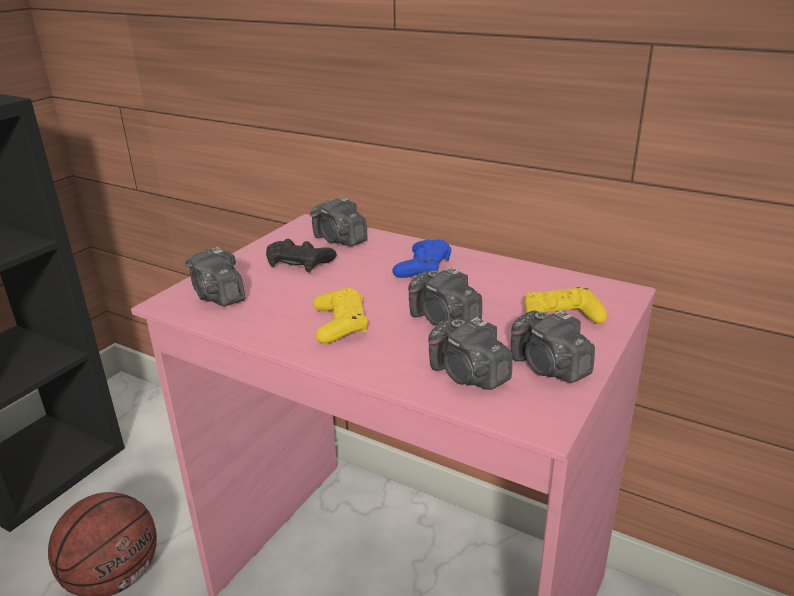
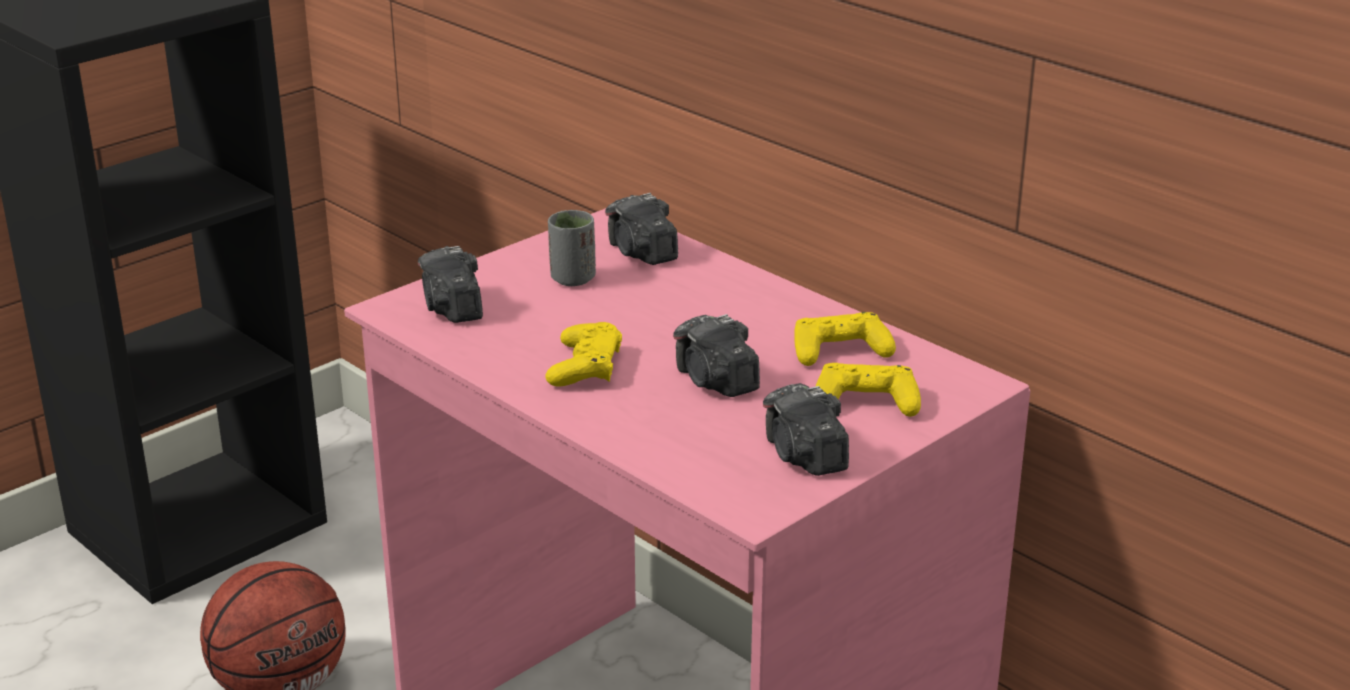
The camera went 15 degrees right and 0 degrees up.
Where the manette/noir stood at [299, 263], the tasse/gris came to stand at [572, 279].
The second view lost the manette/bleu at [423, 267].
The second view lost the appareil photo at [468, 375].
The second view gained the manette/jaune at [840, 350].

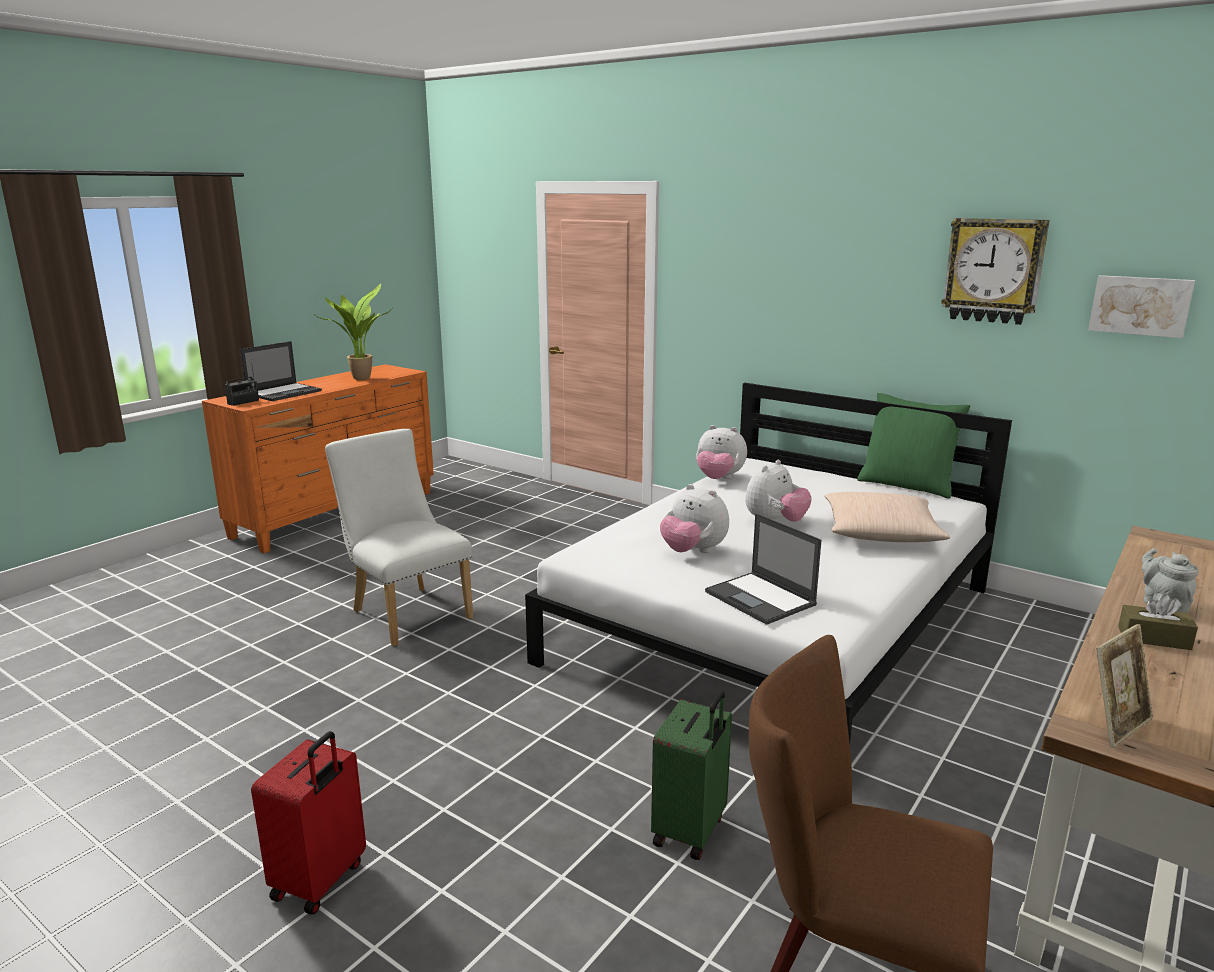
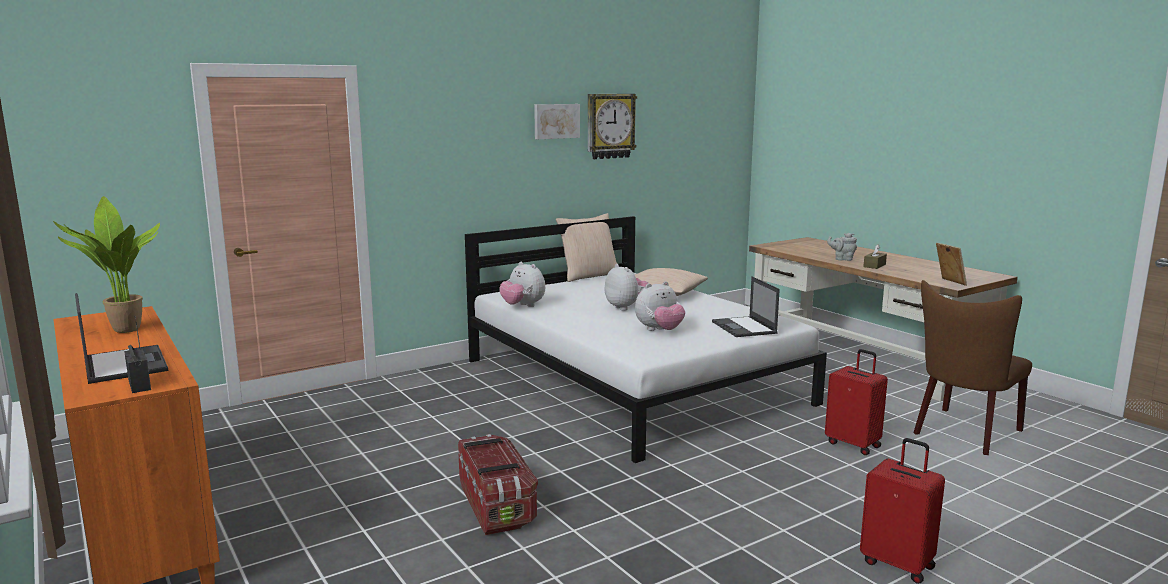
The camera went 70 degrees left and 5 degrees down.
The tableau ended up elsewhere, having gone from [1140, 305] to [556, 121].
What was the coussin/vert at [907, 485] turned into the coussin/beige at [589, 276].
The peluche at [719, 479] ended up facing another way, 90 degrees clockwise from before.
Where the chaise/blanc stood at [406, 612], the boîte de rangement came to stand at [496, 505].
The ordinateur portable at [761, 599] ended up facing another way, 90 degrees clockwise from before.
What was the valise/vert at [691, 831] turned into the valise/rouge at [853, 444].

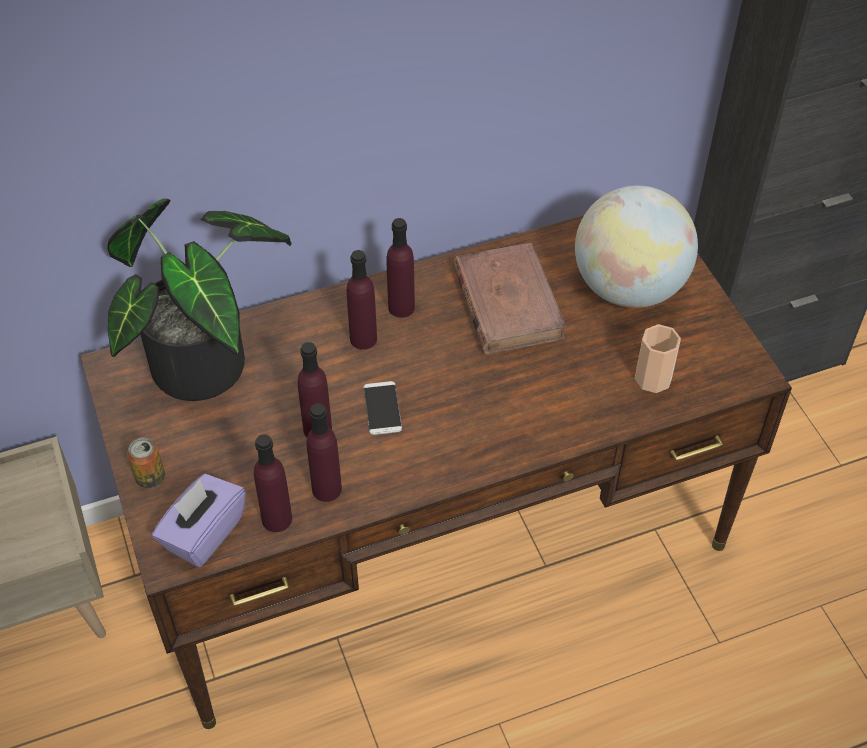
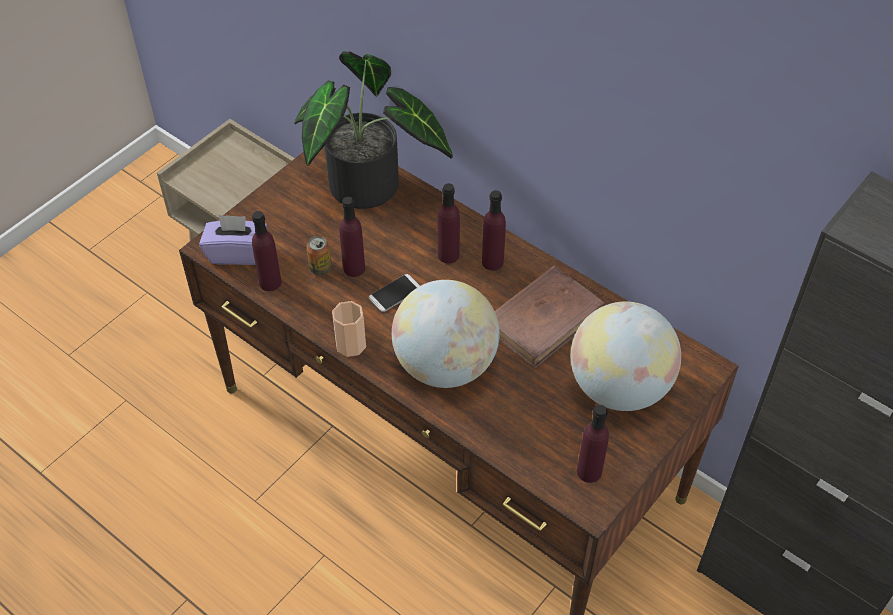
The camera went 60 degrees right and 0 degrees up.
The tasse ended up elsewhere, having gone from [653, 378] to [351, 344].
The bouteille/violet ended up elsewhere, having gone from [327, 489] to [589, 471].
The boîte métallique ended up elsewhere, having gone from [150, 477] to [320, 268].
The second view gained the globe at [445, 365].

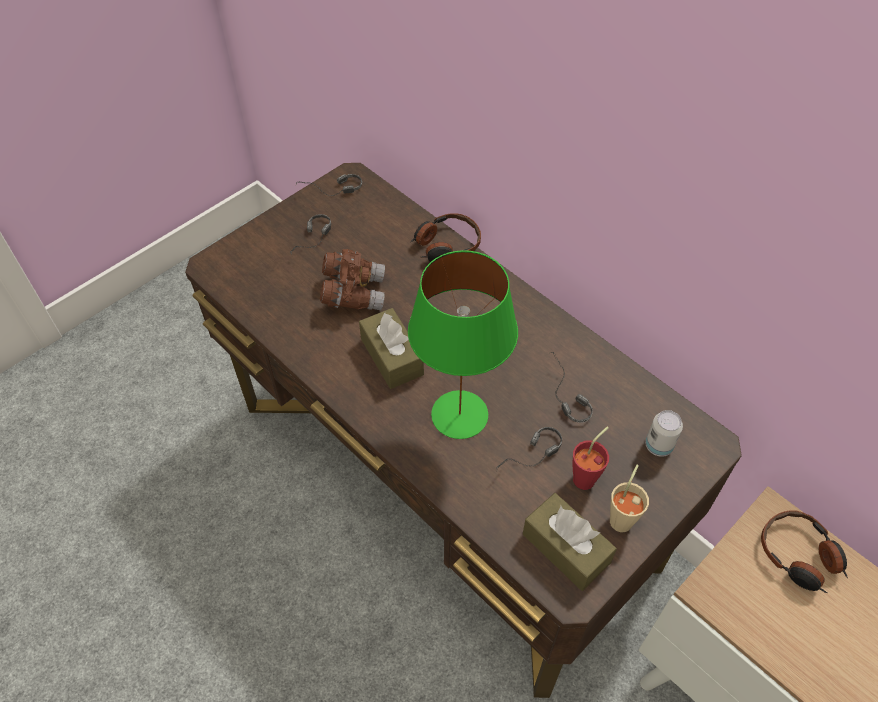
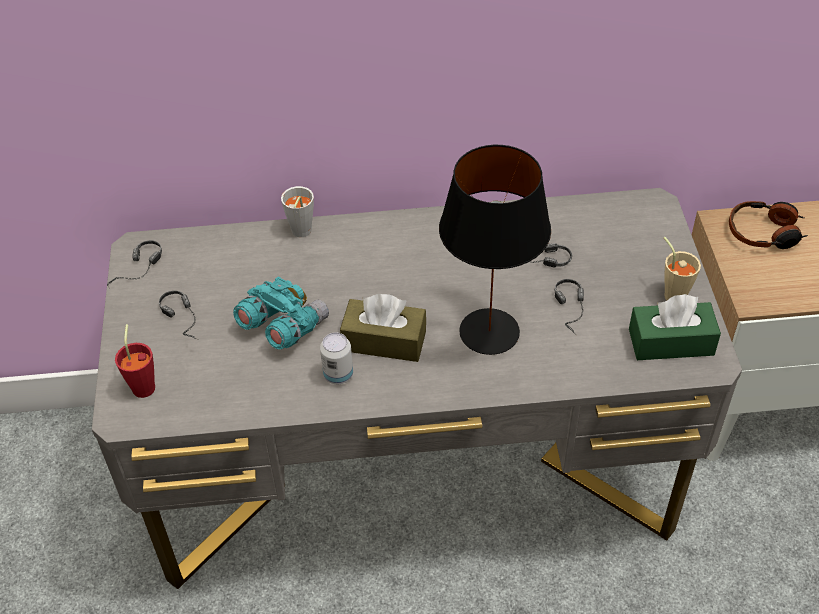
The camera went 50 degrees left and 5 degrees down.
What was the bureau/marron at [441, 482] turned into the bureau/gris at [414, 475].
Where the casque audio stood at [446, 245], the tasse/gris came to stand at [300, 233].
What was the jumelles/marron at [353, 292] turned into the jumelles/turquoise at [282, 326].
What was the lampe de table/vert at [460, 413] turned into the lampe de table/noir at [489, 330].
The boîte métallique ended up elsewhere, having gone from [658, 446] to [338, 375].
The tasse/rouge ended up elsewhere, having gone from [587, 476] to [144, 384].
What was the boîte à mouchoirs/marron at [566, 548] turned into the boîte à mouchoirs/vert at [671, 342].

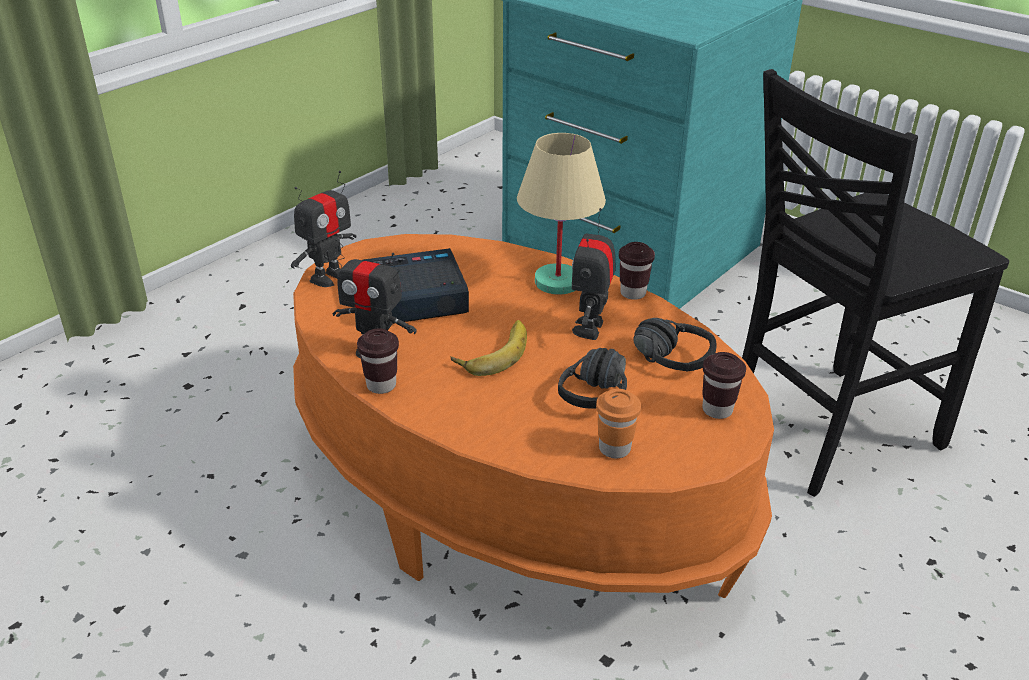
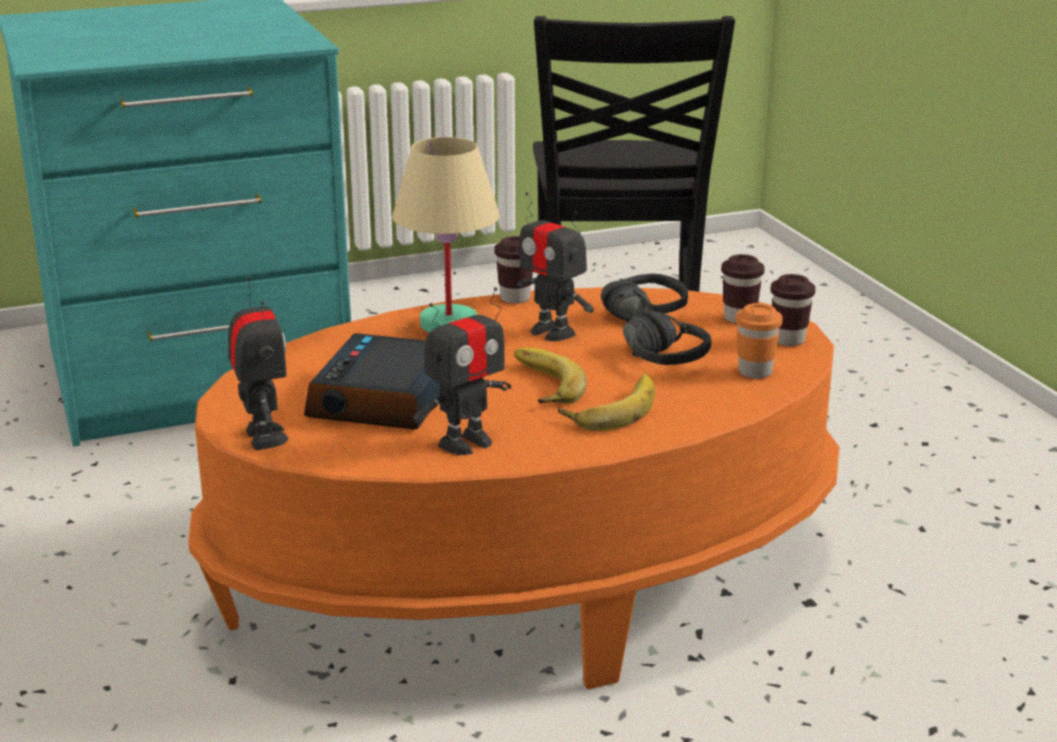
The camera went 60 degrees left and 10 degrees down.
The tasse/marron ended up elsewhere, having gone from [381, 385] to [788, 340].
The second view gained the banane at [610, 408].

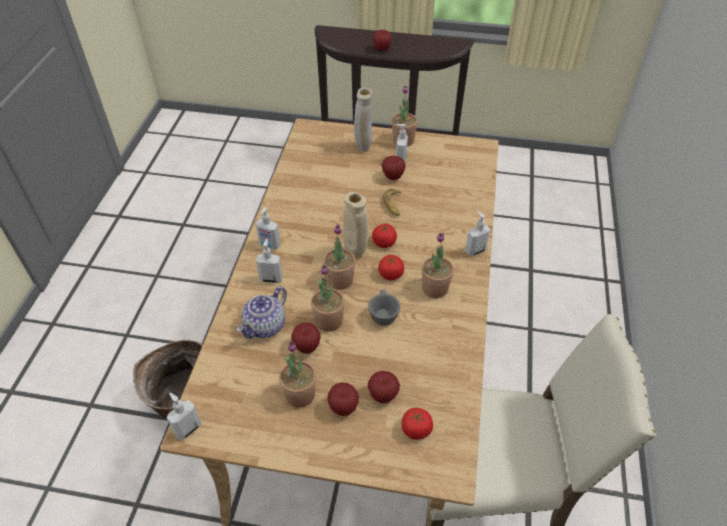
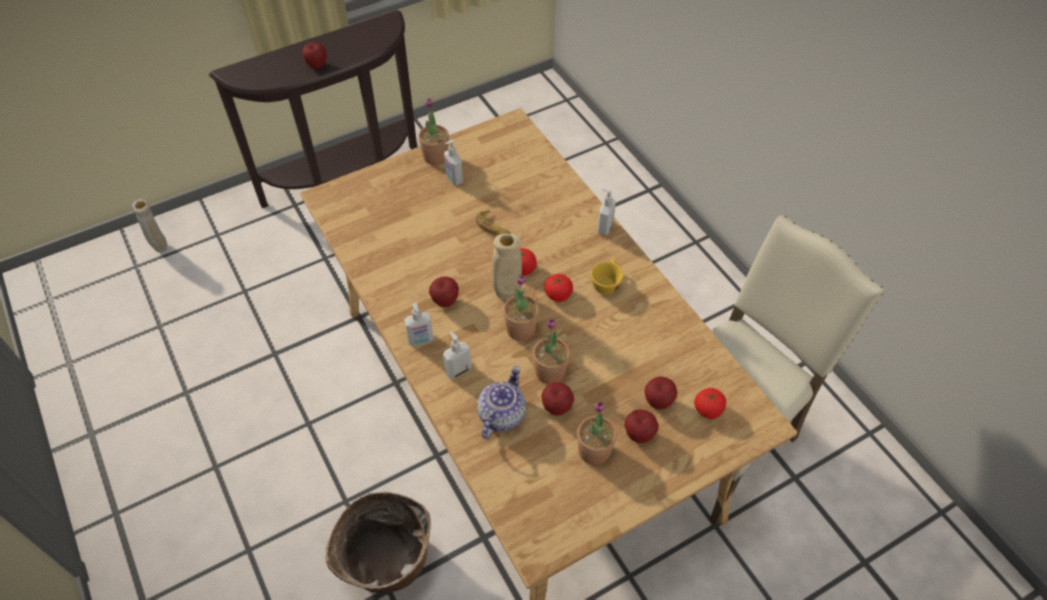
The camera went 40 degrees left and 5 degrees up.
The vase/beige ended up elsewhere, having gone from [363, 147] to [160, 248].
The pomme ended up elsewhere, having gone from [393, 177] to [445, 301].
Where the plante en pot stood at [435, 288], the tasse/jaune came to stand at [606, 283].
The théière at [266, 325] ended up facing another way, 150 degrees counterclockwise from before.
The second view lost the tasse/gris at [383, 314].
The second view lost the distributeur de savon at [187, 429].

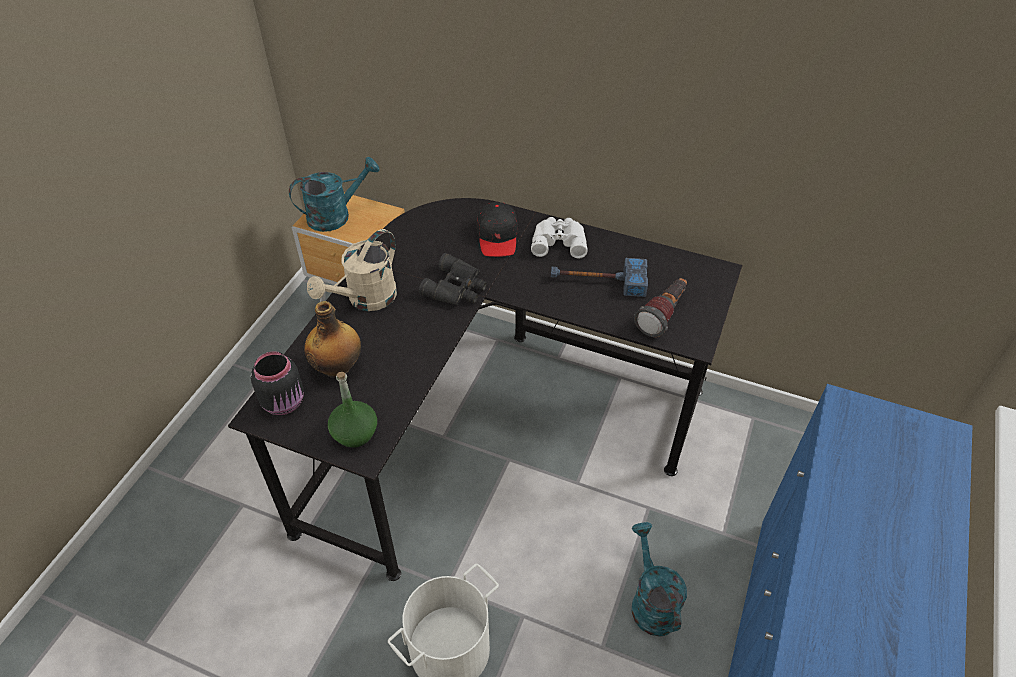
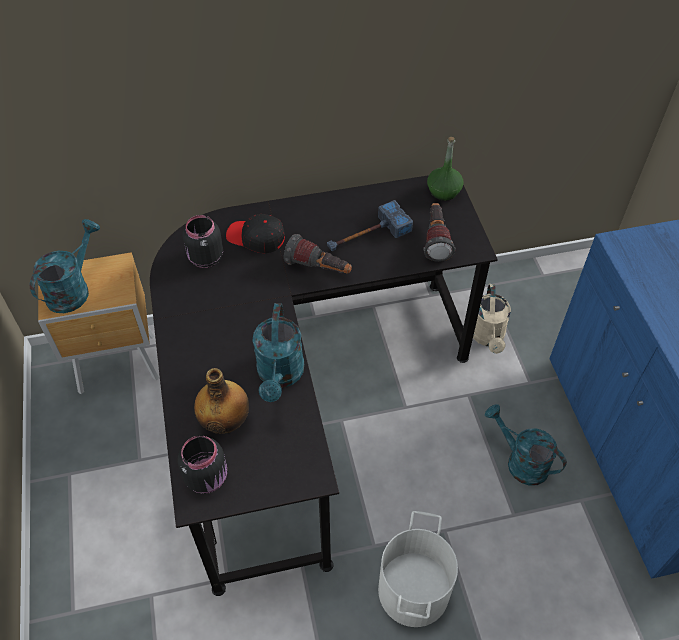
The camera went 35 degrees left and 5 degrees up.
The casquette/noir at [497, 236] ended up facing another way, 150 degrees clockwise from before.
The second view lost the jumelles/blanc at [558, 241].
The arrosoir/beige ended up elsewhere, having gone from [365, 300] to [488, 337].
The second view lost the jumelles/noir at [457, 288].
The bouteille/vert ended up elsewhere, having gone from [354, 433] to [443, 191].
The second view gained the bocal/noir at [205, 259].
The second view gained the lampe de poche at [319, 268].
The second view gained the arrosoir/turquoise at [280, 376].

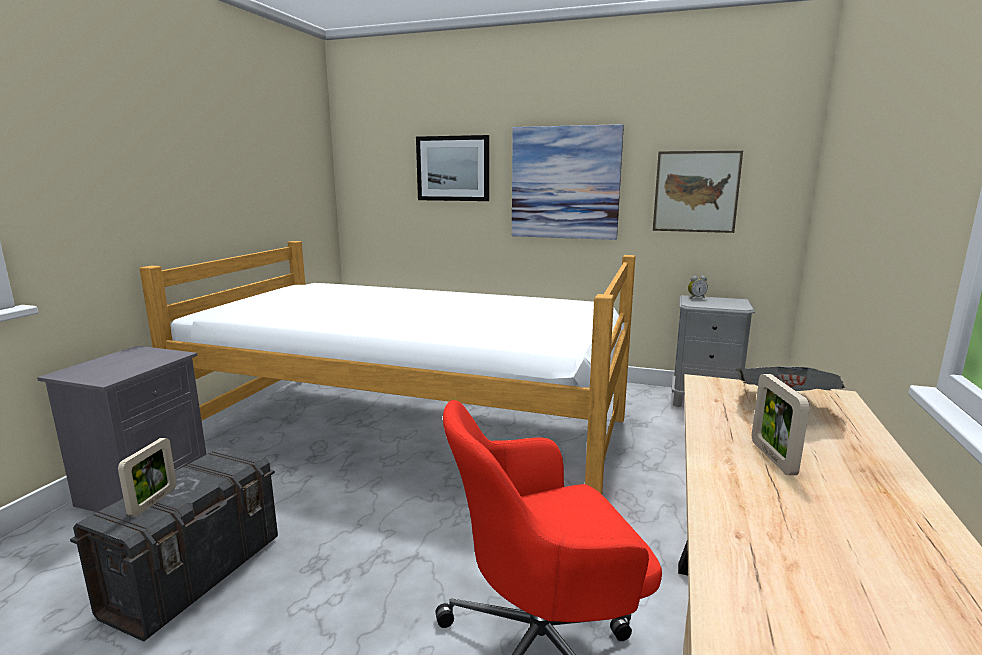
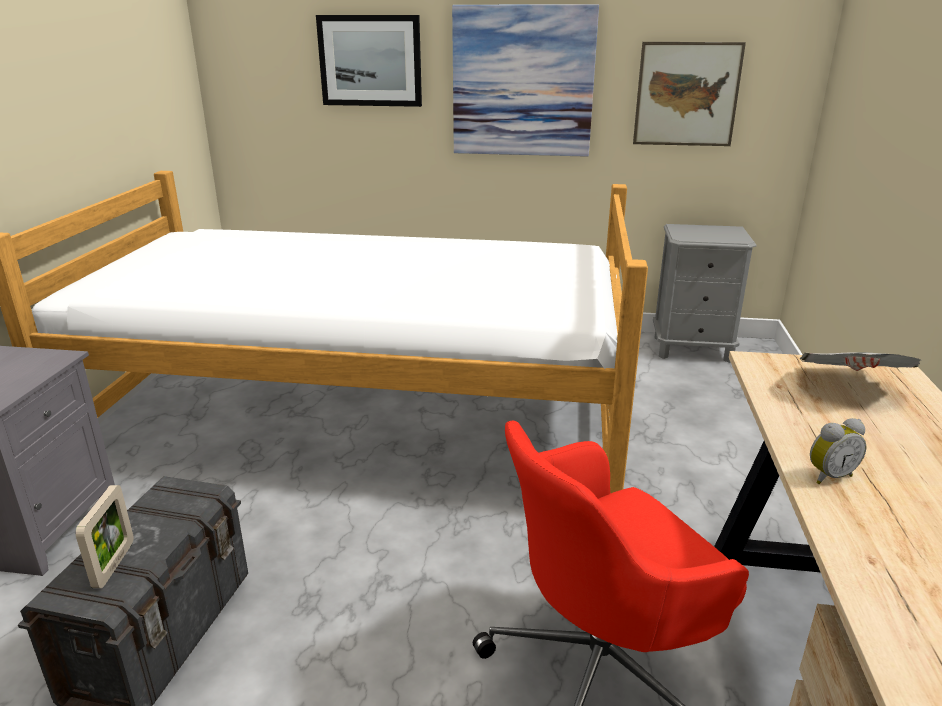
The camera went 10 degrees left and 10 degrees up.
The réveil ended up elsewhere, having gone from [696, 298] to [828, 476].
The second view lost the cadre photo at [772, 458].

